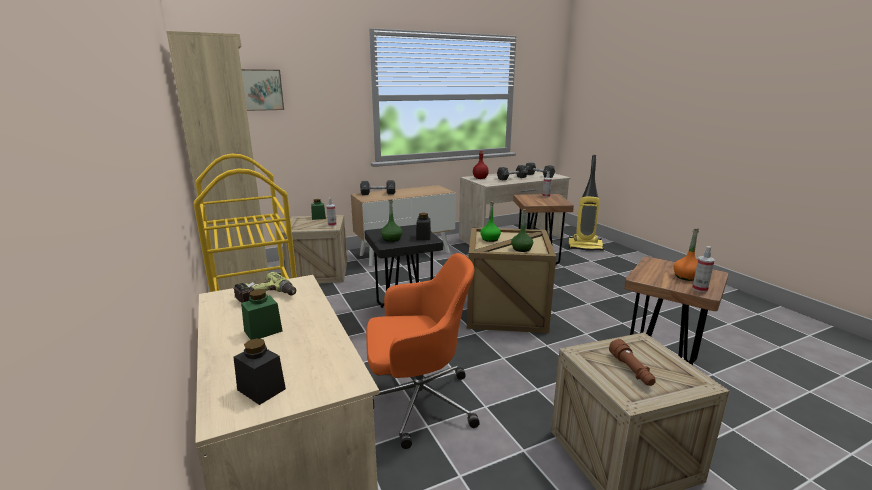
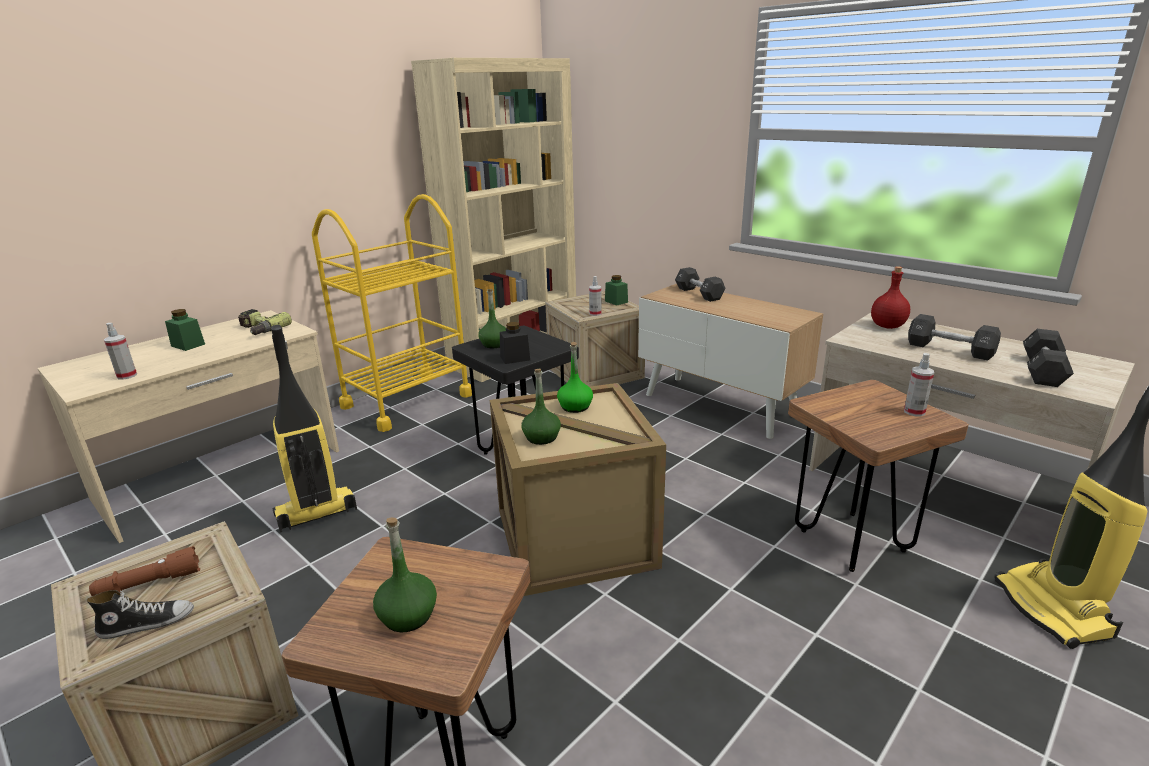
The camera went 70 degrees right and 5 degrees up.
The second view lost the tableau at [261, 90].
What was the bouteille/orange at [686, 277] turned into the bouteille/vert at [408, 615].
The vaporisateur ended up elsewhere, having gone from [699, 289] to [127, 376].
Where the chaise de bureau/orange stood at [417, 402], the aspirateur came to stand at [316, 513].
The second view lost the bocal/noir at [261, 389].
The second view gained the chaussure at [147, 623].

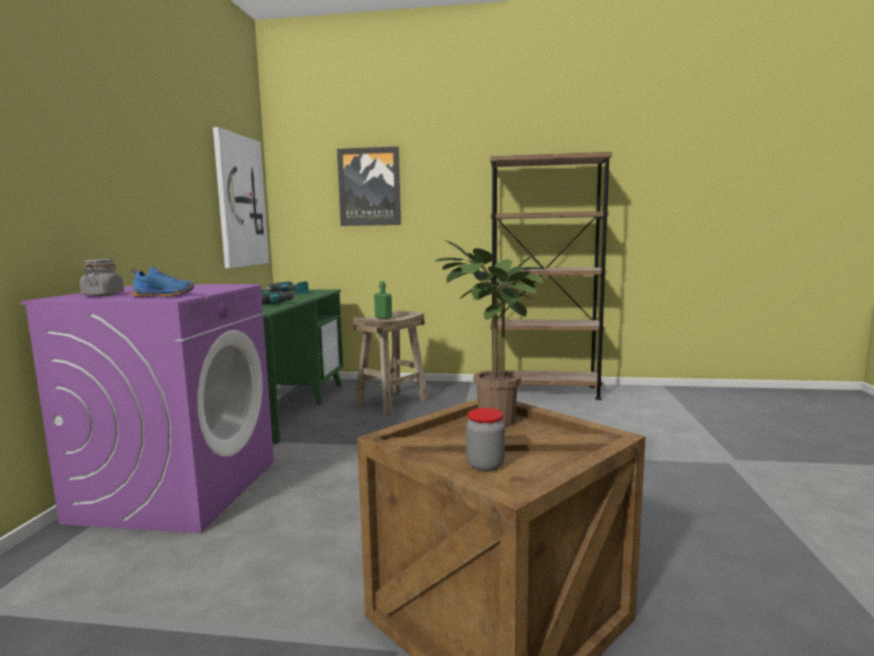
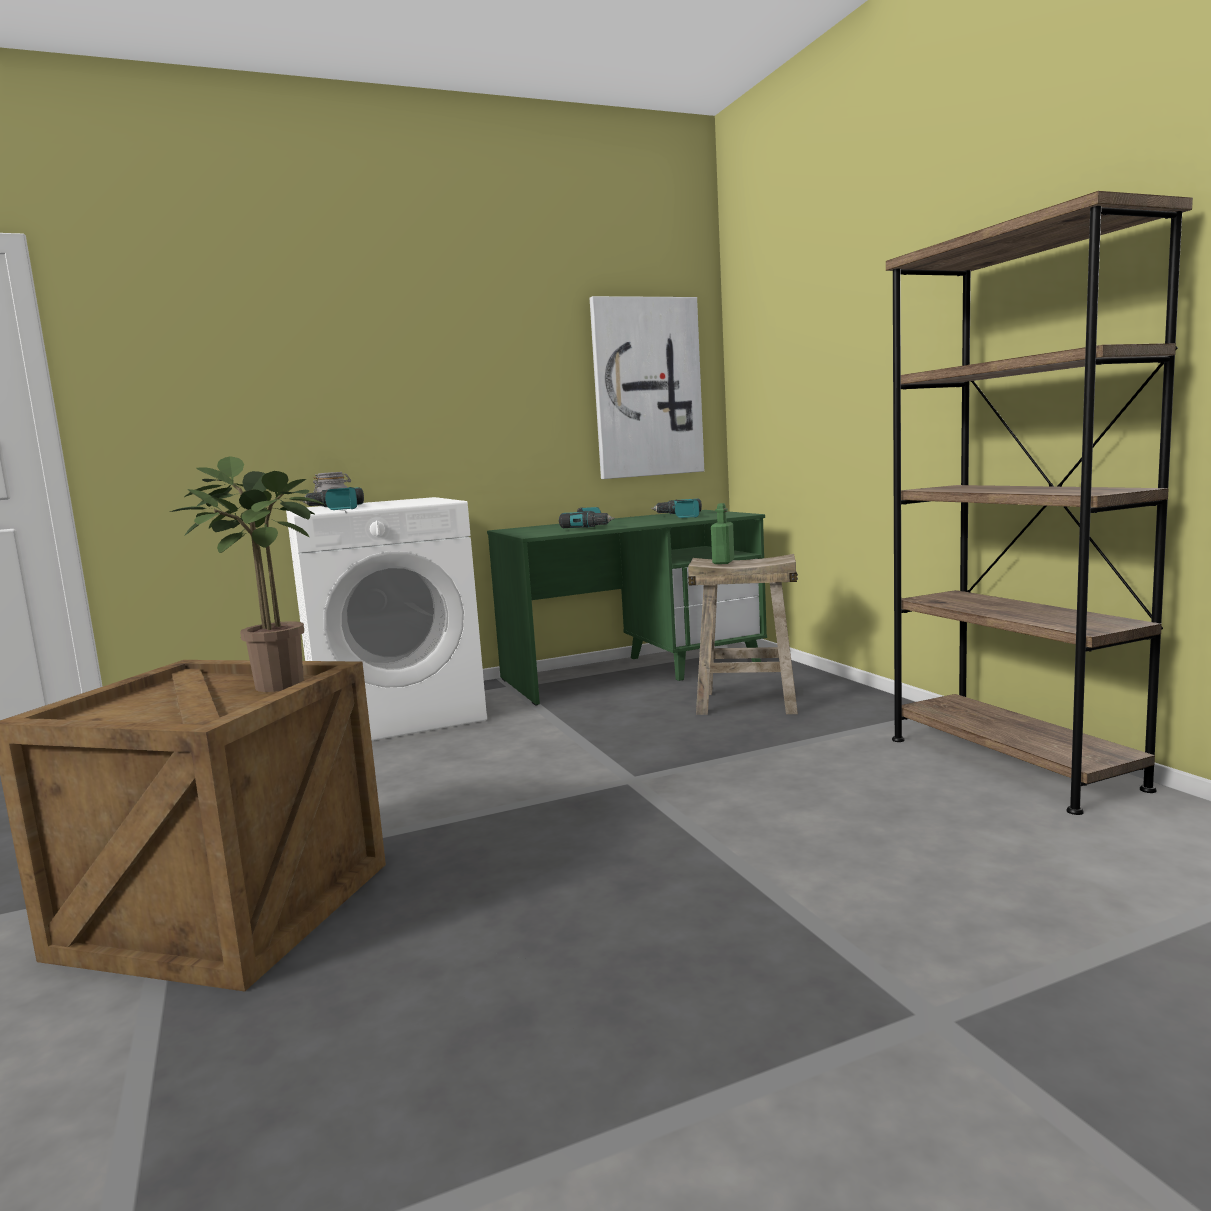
The camera went 60 degrees right and 0 degrees up.
The second view lost the tableau at [369, 187].
Where the chaussure/bleu stood at [164, 295], the perceuse came to stand at [335, 509].
What was the lave-linge/violet at [178, 489] turned into the lave-linge/blanc at [396, 715].
The second view lost the bocal at [485, 465].

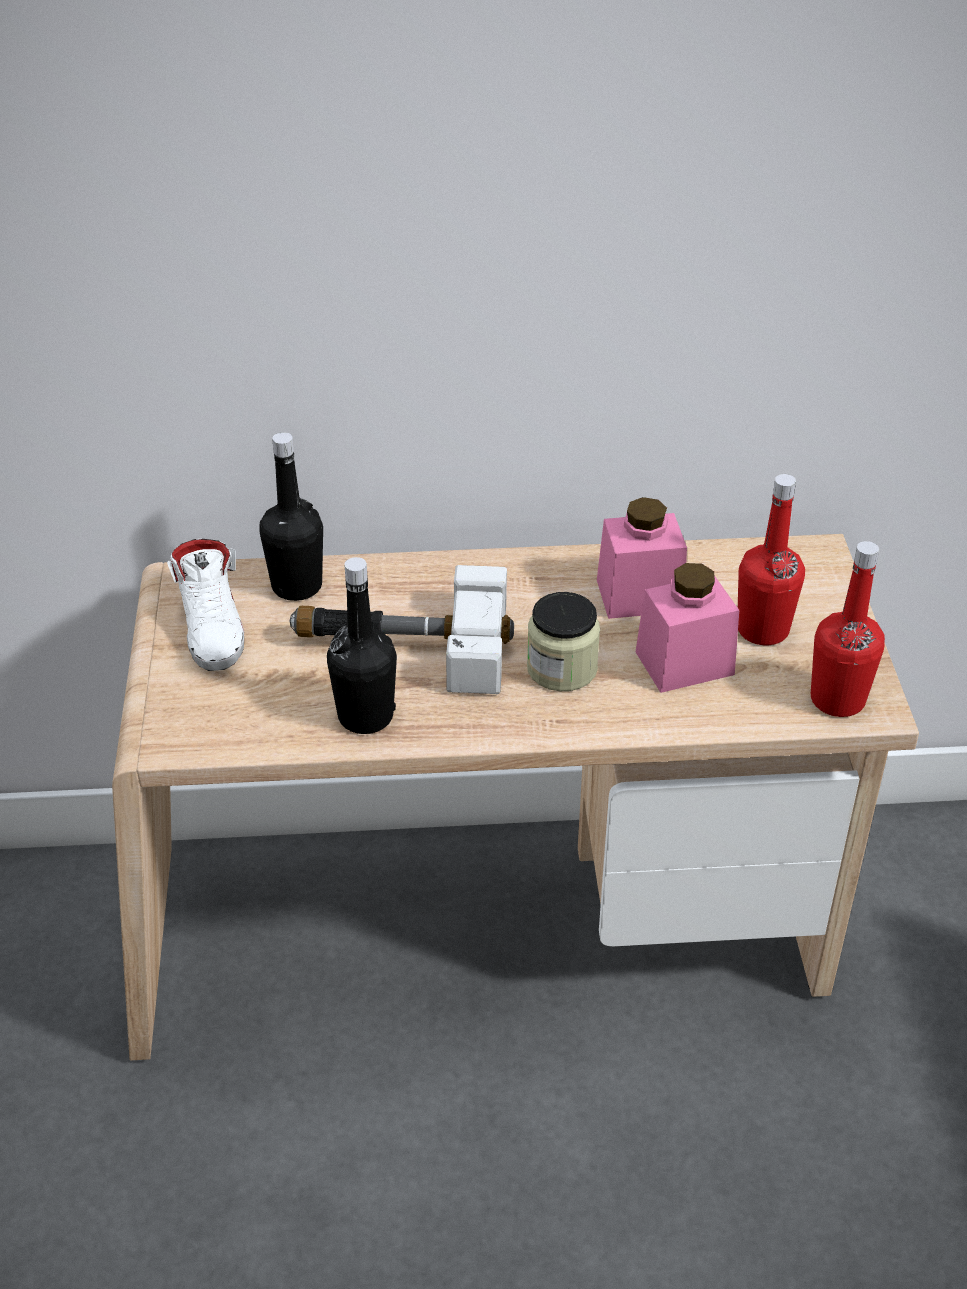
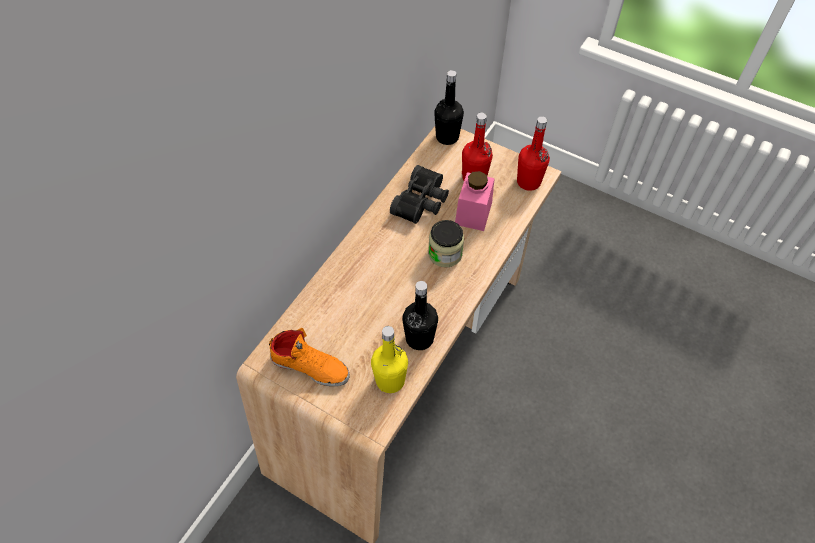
The camera went 55 degrees left and 15 degrees up.
The bouteille/noir ended up elsewhere, having gone from [297, 586] to [447, 137].
Where the bocal/rose stood at [639, 595], the jumelles/noir came to stand at [422, 202].
What was the chaussure/blanc at [213, 626] turned into the chaussure/orange at [310, 366].
The second view lost the marteau at [402, 645].
The second view gained the bouteille/jaune at [390, 380].

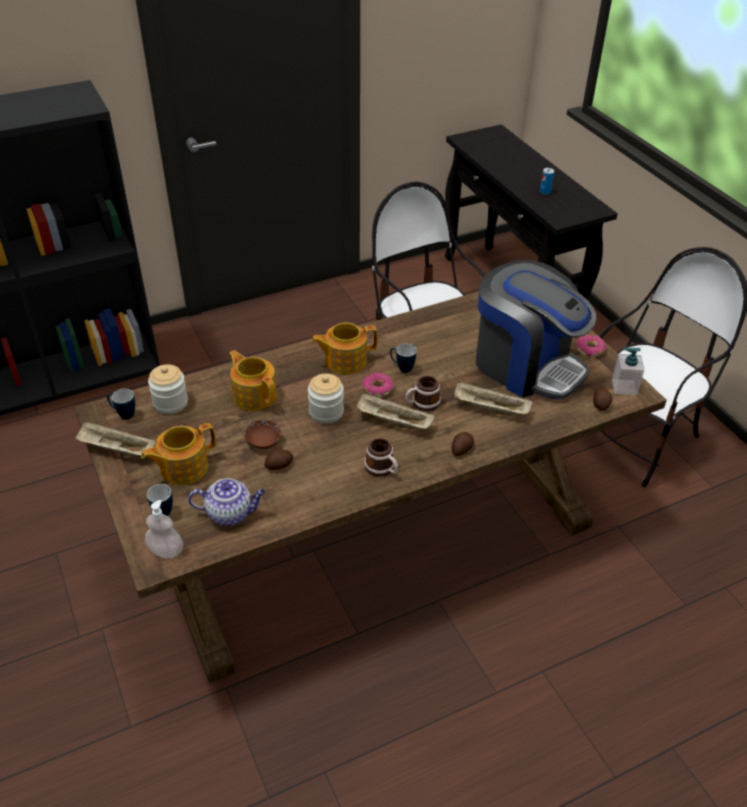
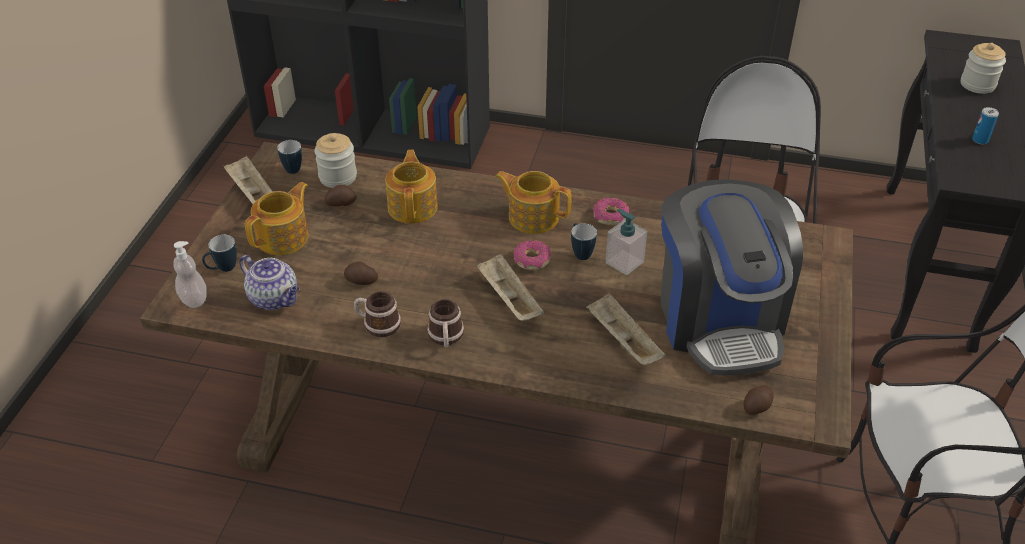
The camera went 40 degrees right and 0 degrees up.
The beignet ended up elsewhere, having gone from [590, 350] to [611, 217].
The distributeur de savon ended up elsewhere, having gone from [624, 387] to [624, 262].
The bocal ended up elsewhere, having gone from [326, 412] to [977, 84].
The mug ended up elsewhere, having gone from [422, 404] to [377, 324].
The second view lost the bol/marron at [263, 442].
The théière at [183, 467] ended up facing another way, 120 degrees clockwise from before.
The pomme de terre ended up elsewhere, having gone from [461, 449] to [341, 203].

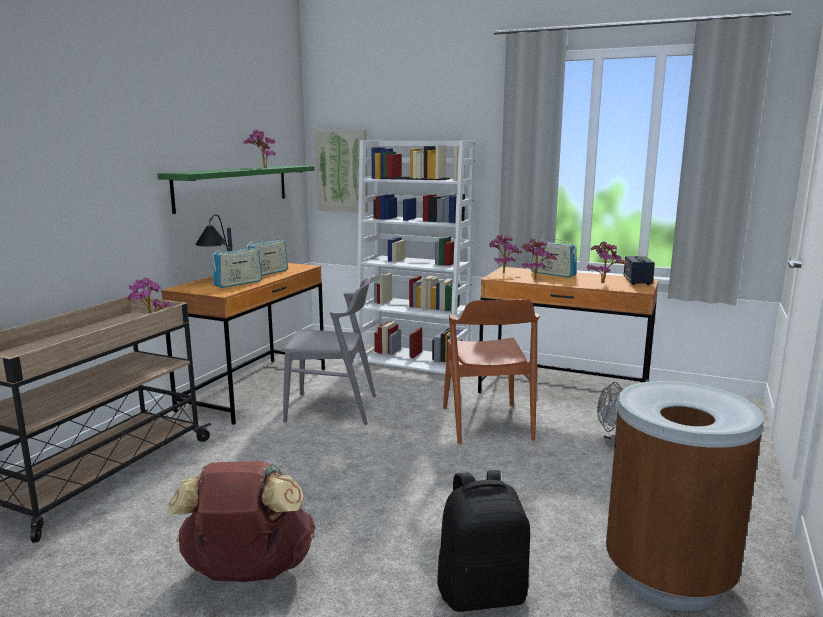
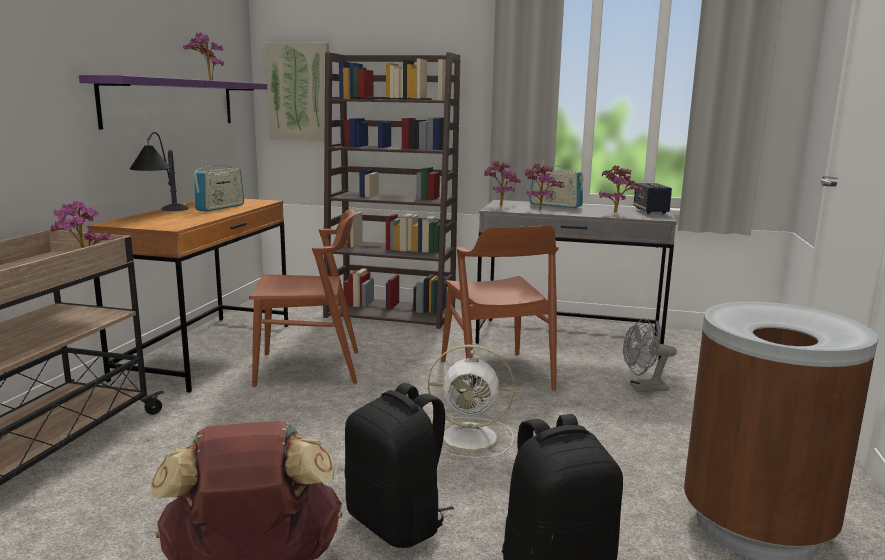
The camera went 10 degrees left and 0 degrees up.
What was the bibliothèque/blanc at [414, 361] turned into the bibliothèque/marron at [392, 313].
What was the étagère/vert at [233, 187] turned into the étagère/violet at [171, 103].
The second view lost the radio at [238, 283].
What was the bureau/marron at [563, 393] turned into the bureau/gris at [568, 339].
What was the chaise/gris at [332, 408] turned into the chaise/marron at [309, 368].
The second view gained the ventilateur/blanc at [472, 437].
The second view gained the sac à dos/noir at [397, 523].

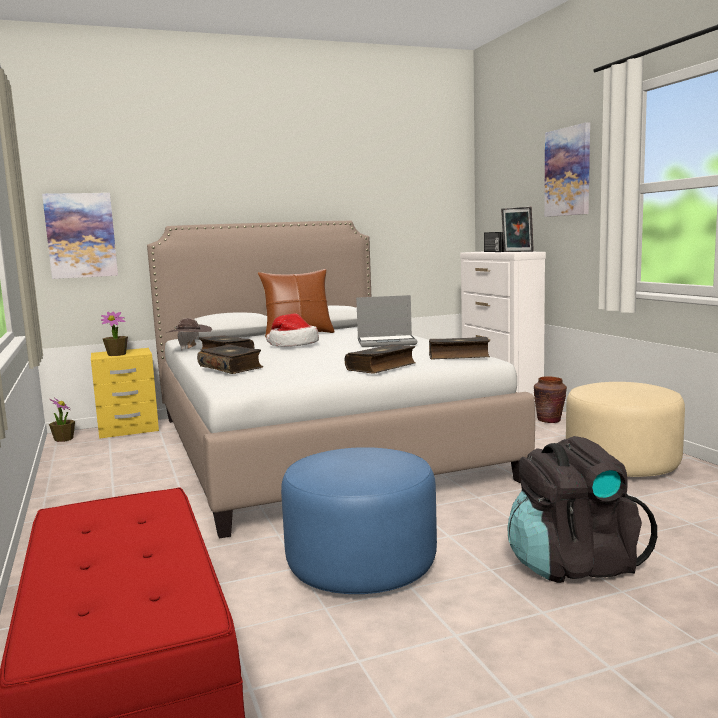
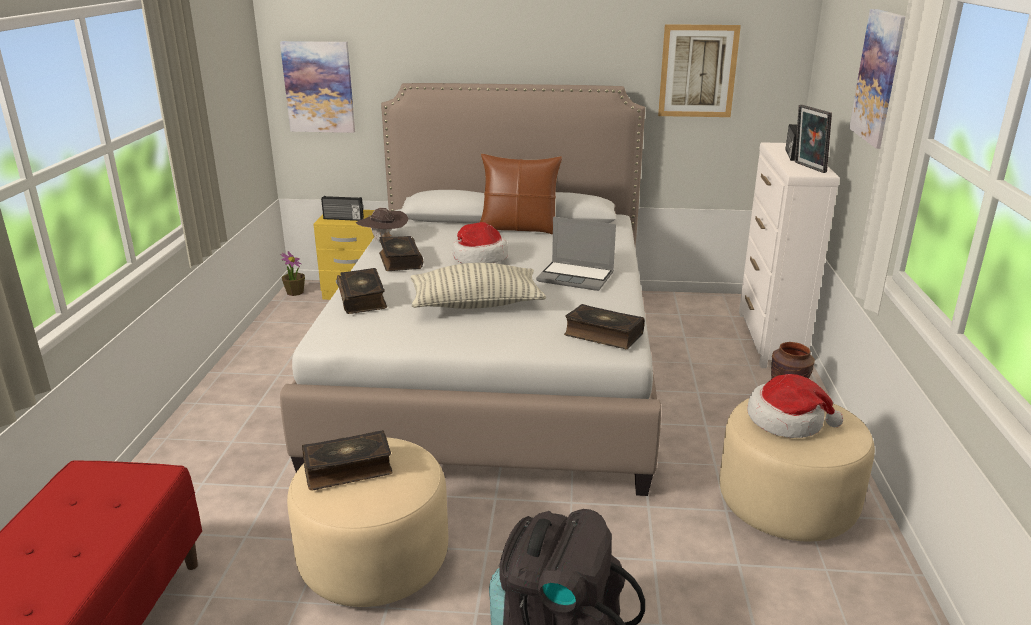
The camera went 25 degrees right and 15 degrees up.
Where the plante en pot stood at [117, 354], the radio came to stand at [343, 219].
The livre ended up elsewhere, having gone from [382, 367] to [348, 469].
What was the pouf/bleu at [362, 565] turned into the pouf/beige at [374, 560].
The second view gained the tableau at [698, 71].
The second view gained the coussin at [476, 304].
The second view gained the chapeau at [787, 421].

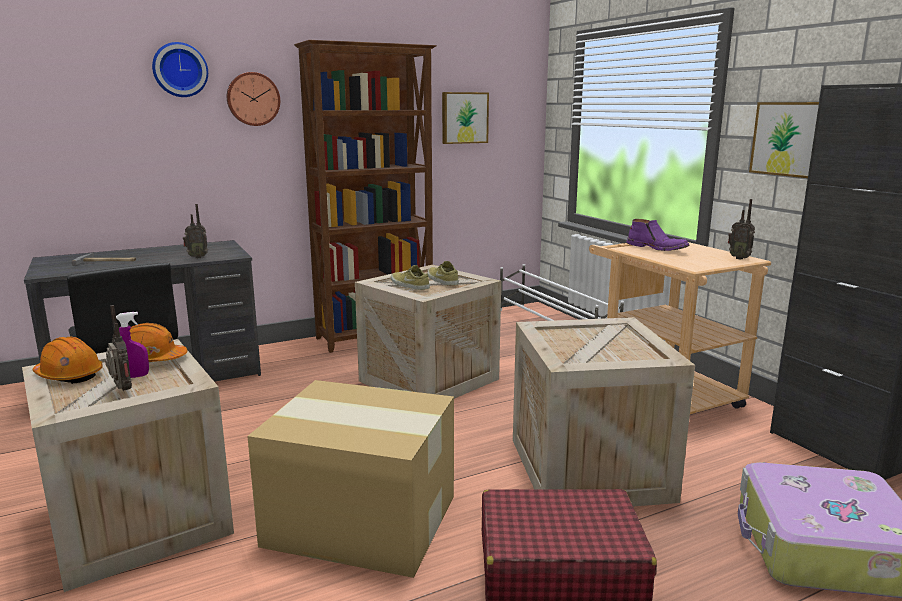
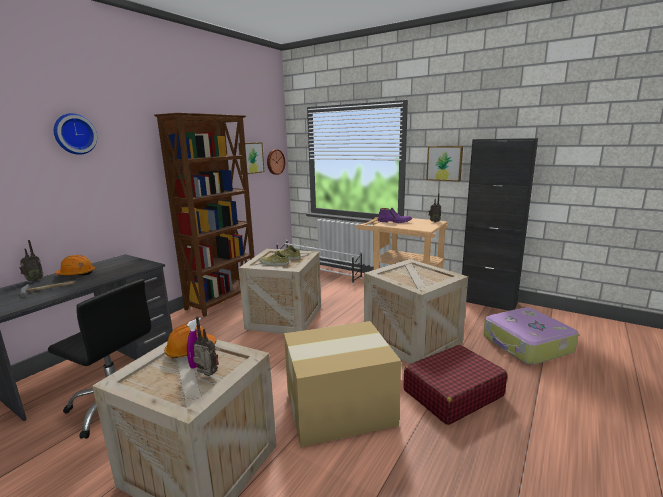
The camera went 30 degrees left and 0 degrees up.
The horloge murale ended up elsewhere, having gone from [253, 99] to [275, 162].
The radio ended up elsewhere, having gone from [197, 257] to [34, 280].
The casque de chantier/orange ended up elsewhere, having gone from [69, 375] to [76, 274].

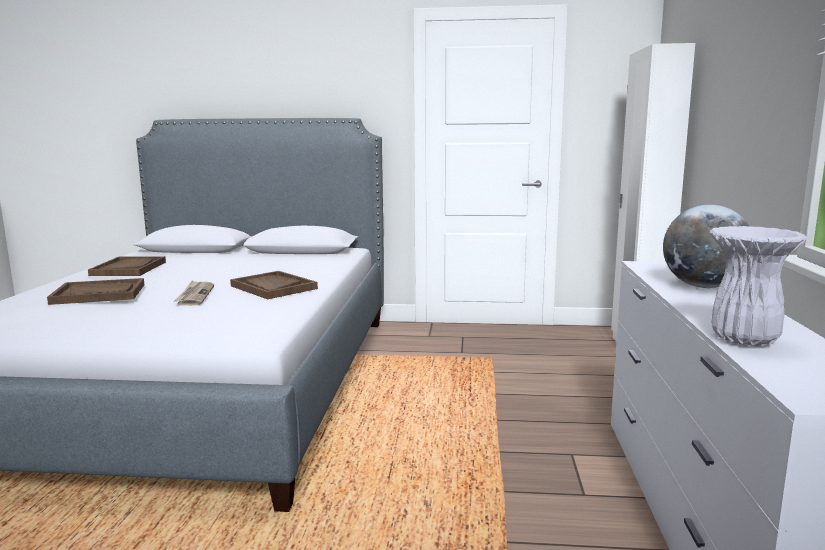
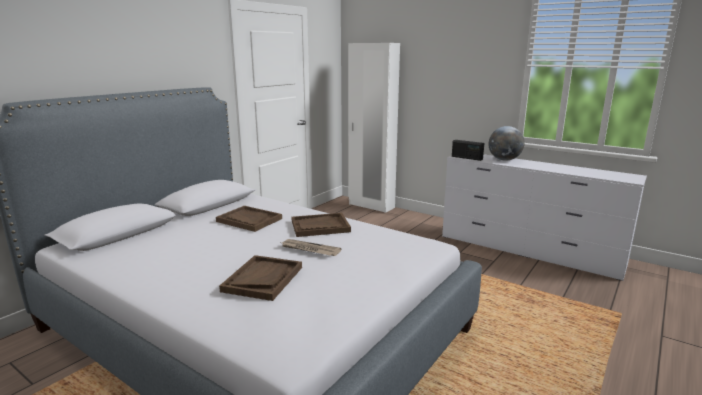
The camera went 60 degrees left and 5 degrees up.
The second view lost the vase/blanc at [743, 340].
The plateau/marron ended up elsewhere, having gone from [129, 268] to [249, 220].
The second view gained the radio at [467, 158].

